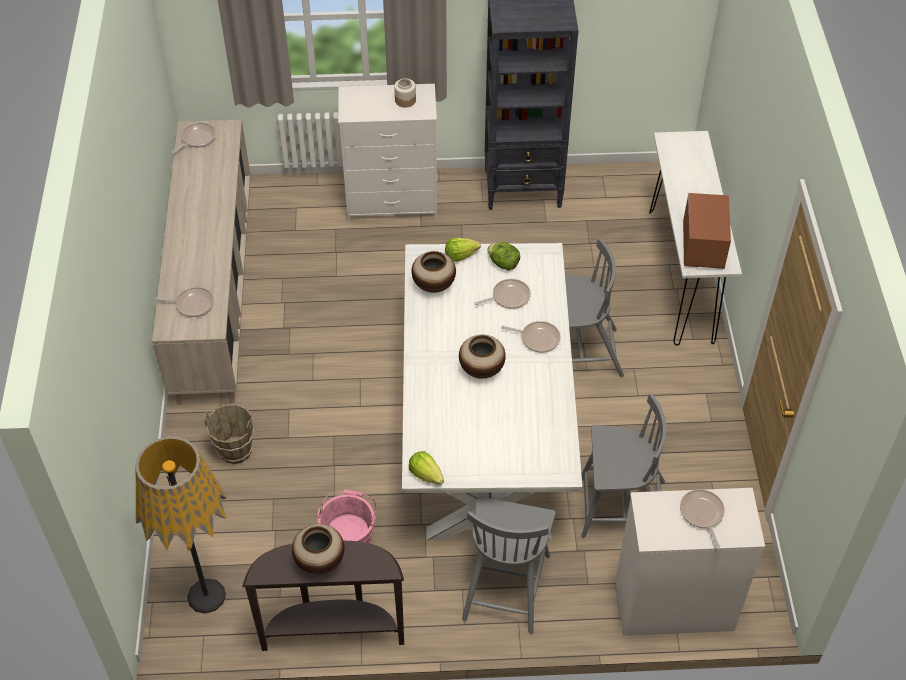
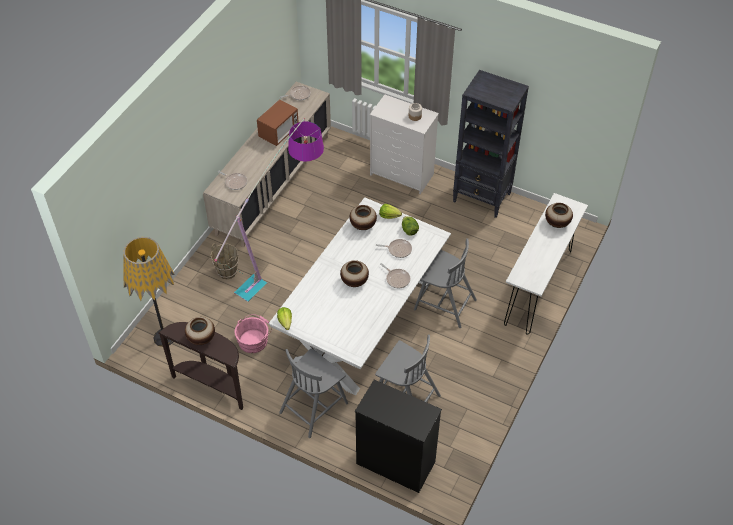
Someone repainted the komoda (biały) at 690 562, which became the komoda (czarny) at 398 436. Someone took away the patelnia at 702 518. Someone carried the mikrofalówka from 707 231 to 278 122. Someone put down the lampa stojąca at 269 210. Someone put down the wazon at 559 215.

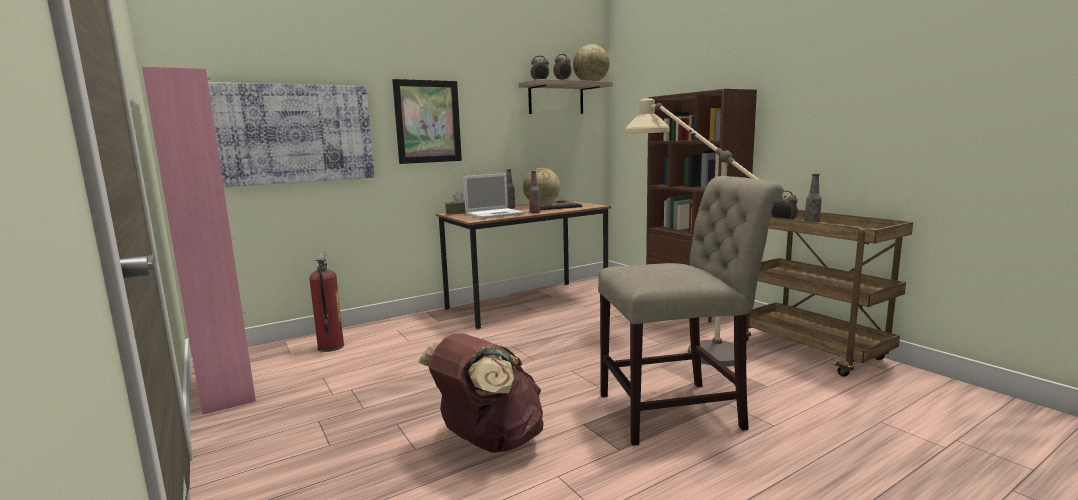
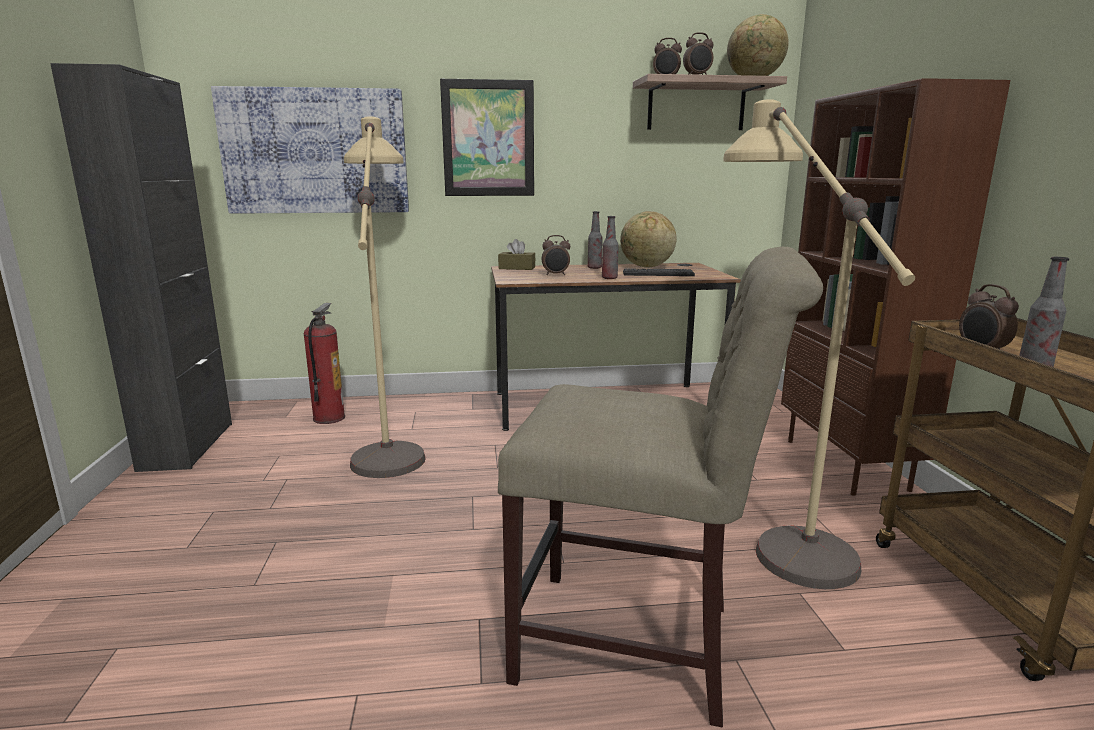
Someone repainted the szafka (różowy) at 199 240, which became the szafka (czarny) at 141 267. Someone took away the plecak (brązowy) at 481 393. Someone swapped the laptop at 494 196 for the budzik at 556 255. Someone put down the lampa stojąca (beżowy) at 385 297.

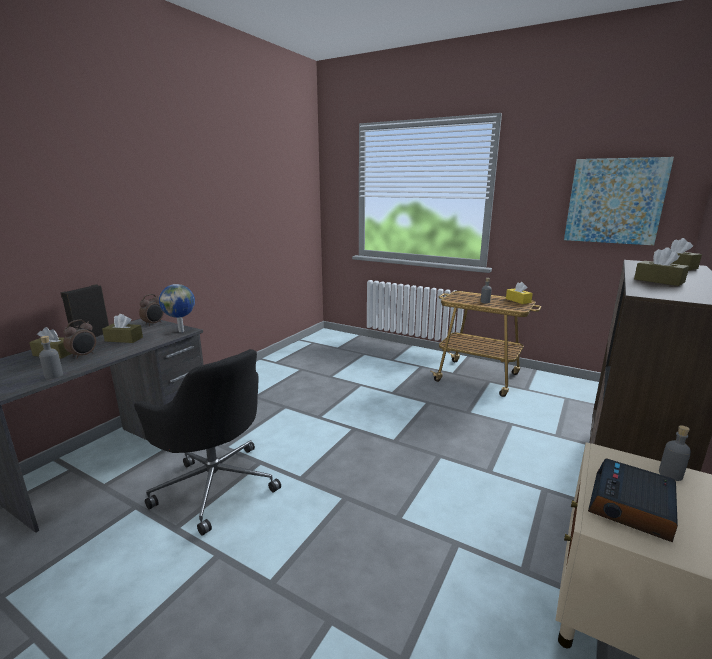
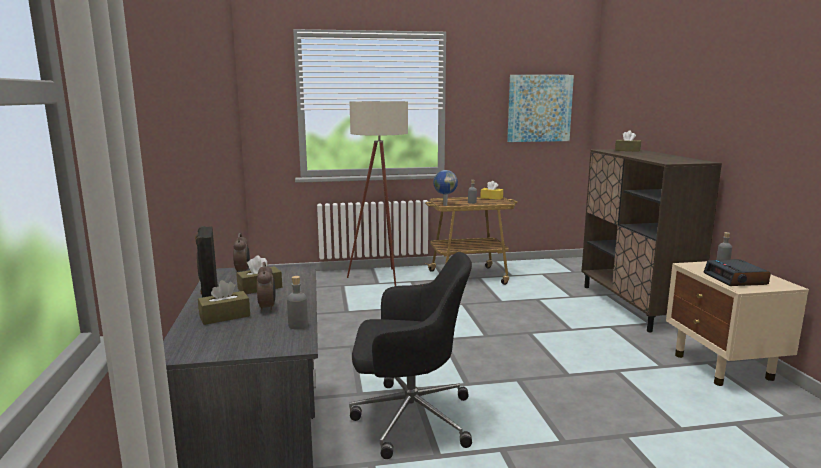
Someone carried the globus from 177 308 to 446 188. Someone took away the pudełko chusteczek (brązowy) at 661 266. Someone put down the lampa stojąca (beżowy) at 377 193.

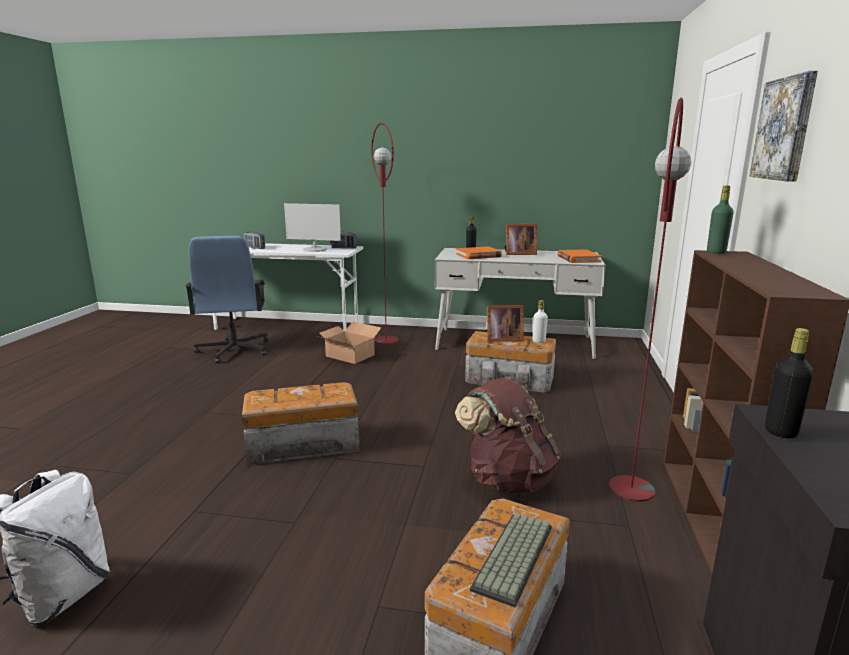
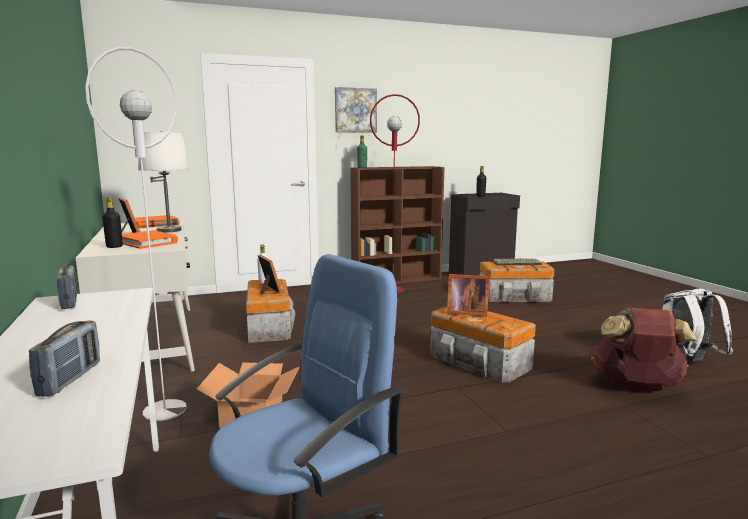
Someone took away the monitor at 312 227. Someone repainted the lampa stojąca (czerwony) at 385 233, which became the lampa stojąca (biały) at 136 234. Someone carried the plecak (brązowy) from 508 436 to 643 349. Someone put down the lampa stołowa (biały) at 163 181. Someone put down the ramka na zdjęcie at 468 295.

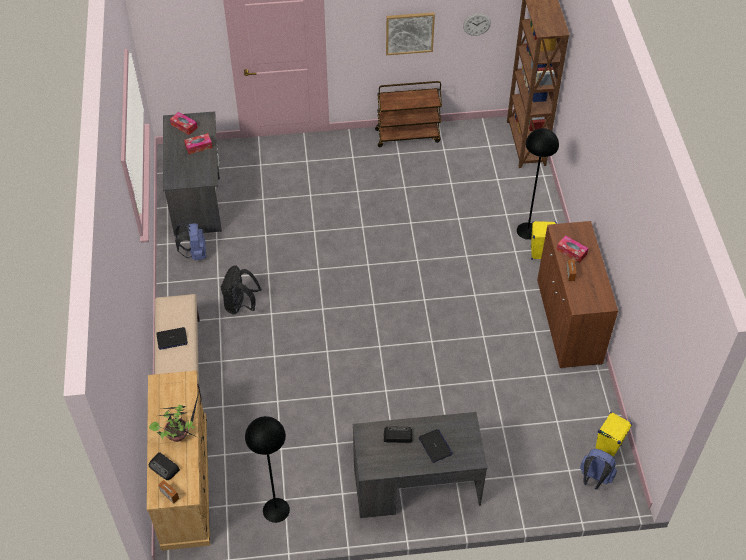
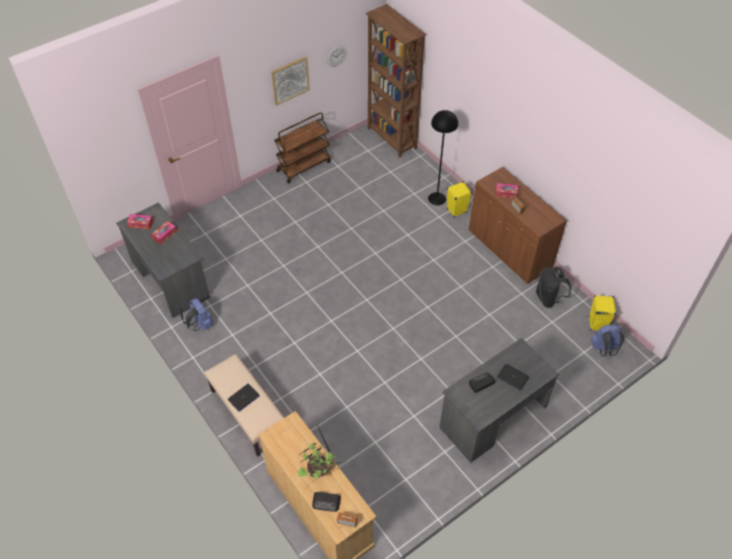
Someone carried the plecak (czarny) from 240 289 to 553 287. Someone took away the lampa stojąca (czarny) at 267 469.

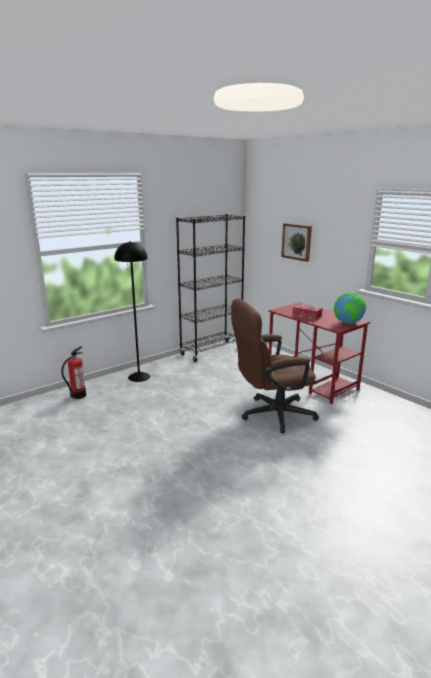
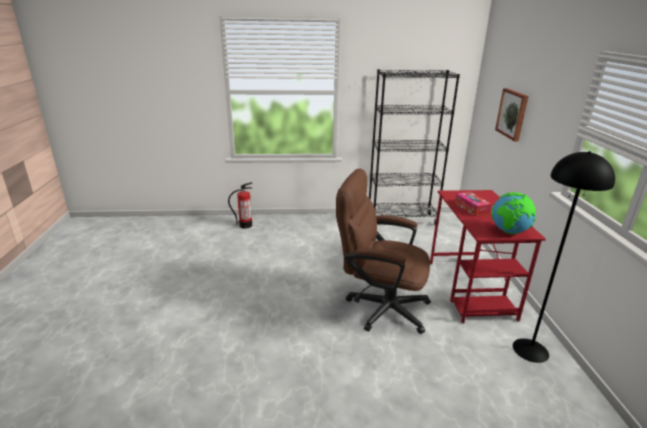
Someone carried the lampa stojąca (czarny) from 132 311 to 564 257.

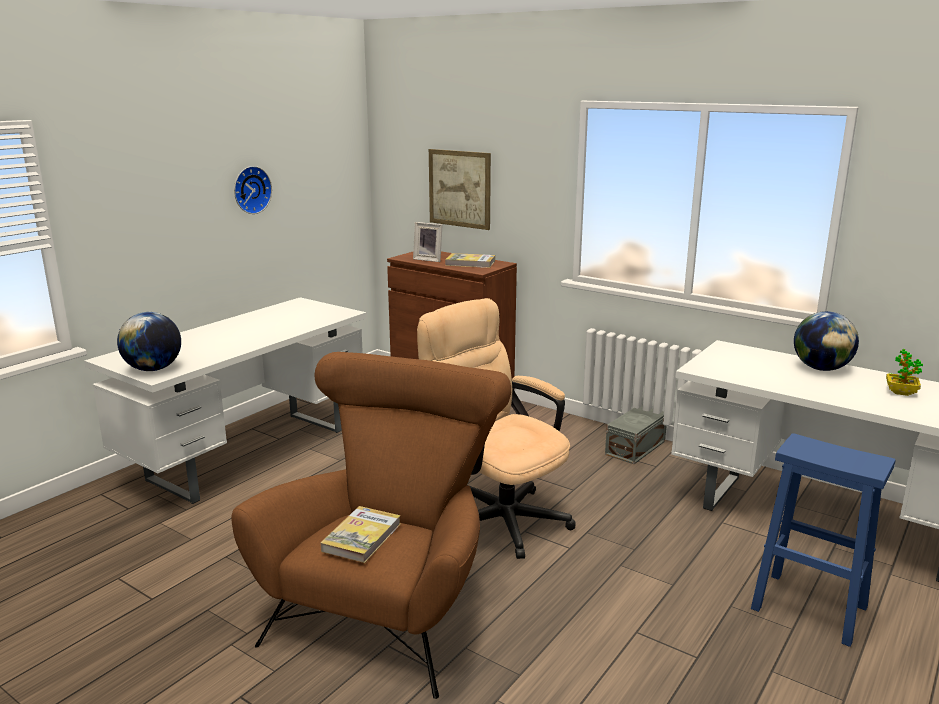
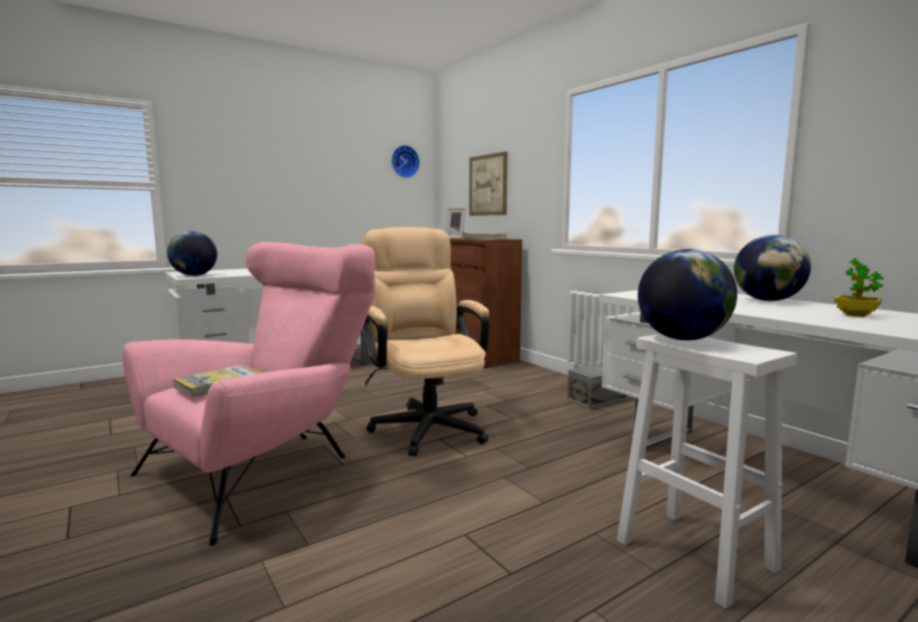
Someone repainted the fotel (brązowy) at 371 525, which became the fotel (różowy) at 249 394. Someone carried the zegar ścienny from 253 190 to 405 161. Someone repainted the stołek (niebieski) at 823 540, which became the stołek (biały) at 707 471. Someone put down the globus at 687 294.

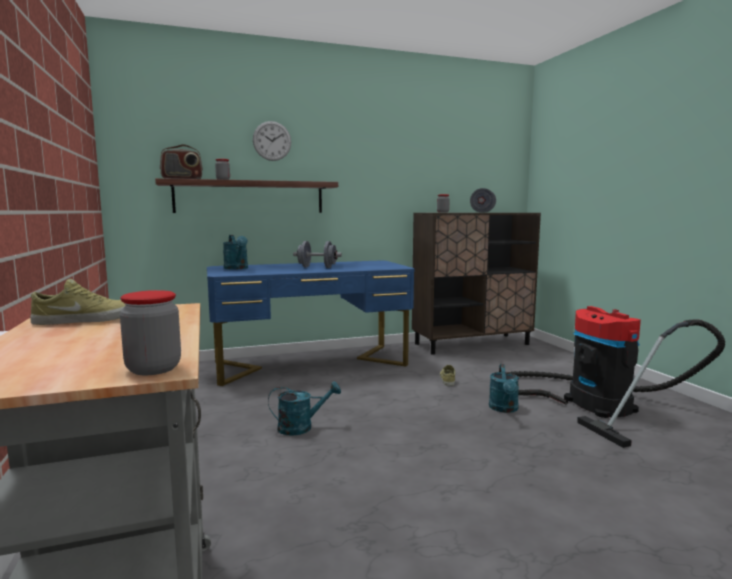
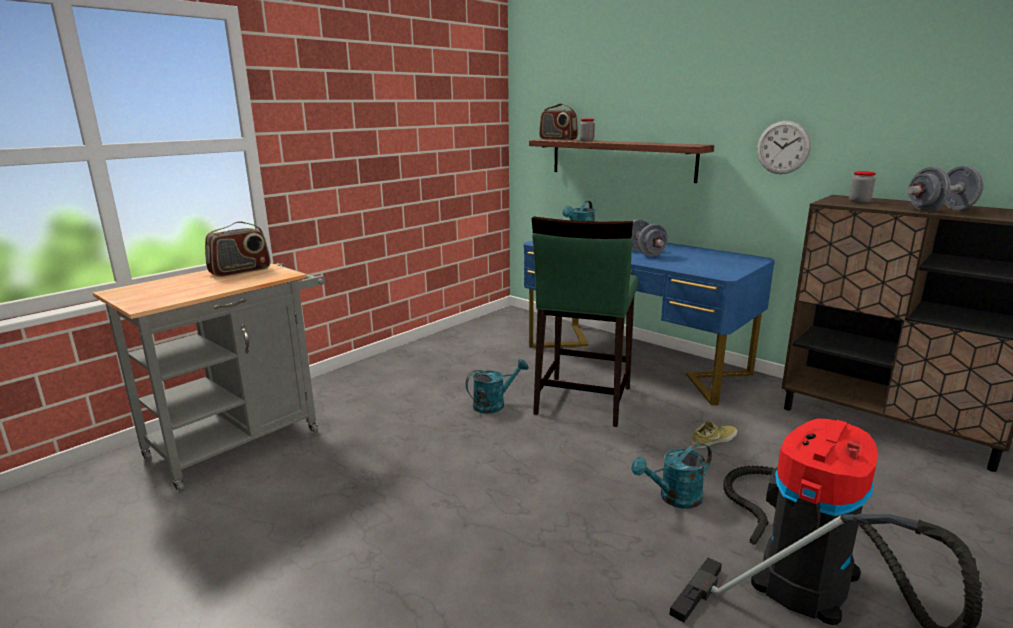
Someone swapped the but (beżowy) at 78 302 for the radio at 238 249. Someone took away the słoik at 150 332. Someone carried the zegar ścienny from 272 141 to 784 147. Someone rotated the konewka (turkusowy) at 304 409 by 75 degrees counterclockwise. Someone put down the stołek (zielony) at 585 321.

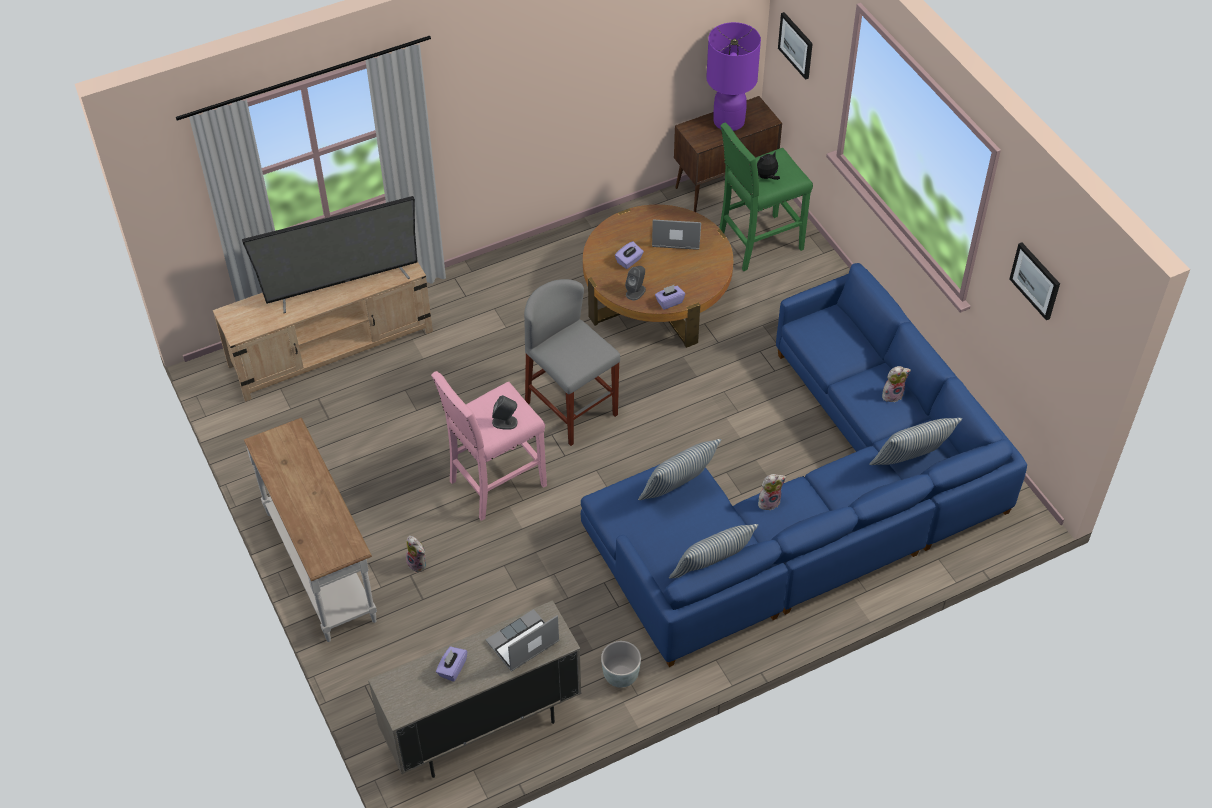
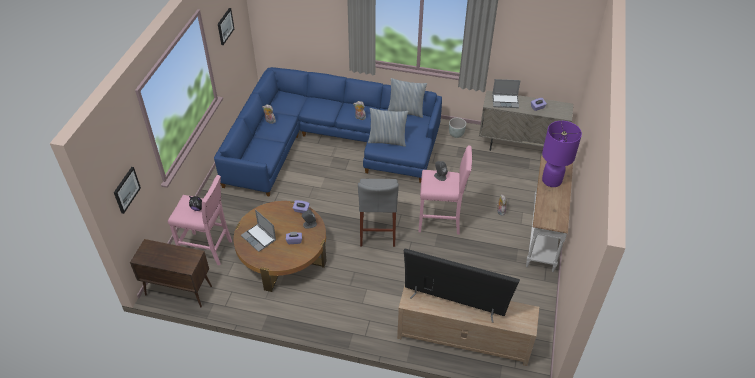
Someone carried the lampa stołowa (fioletowy) from 733 76 to 562 154. Someone repainted the stołek (zielony) at 766 197, which became the stołek (różowy) at 200 220. Someone took away the poduszka at 915 441.

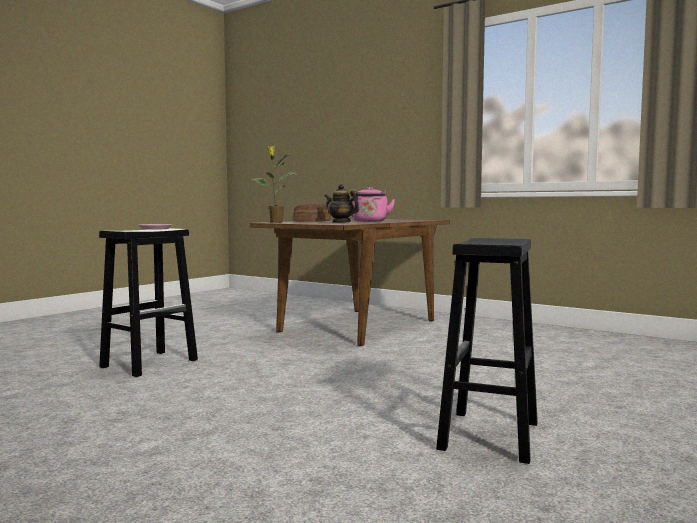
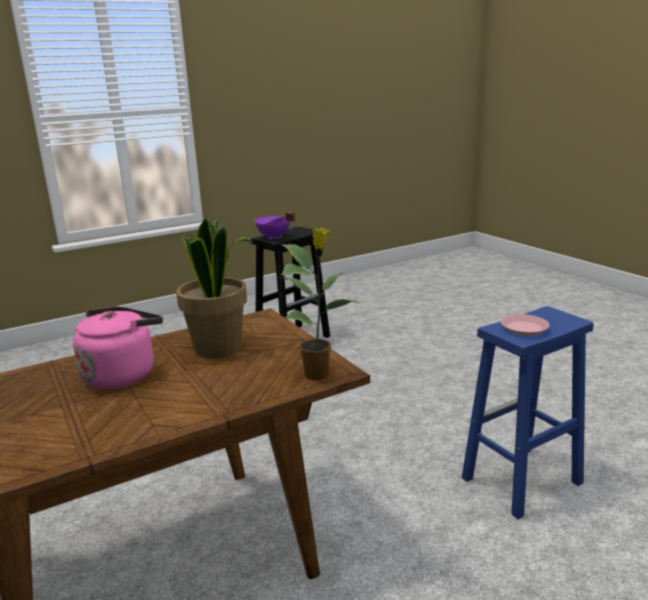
Someone repainted the stołek (czarny) at 148 302, which became the stołek (niebieski) at 528 412. Someone took away the chleb at 312 212. Someone swapped the imbryk at 342 203 for the roślina doniczkowa at 214 288. Someone put down the garnek (fioletowy) at 275 225.

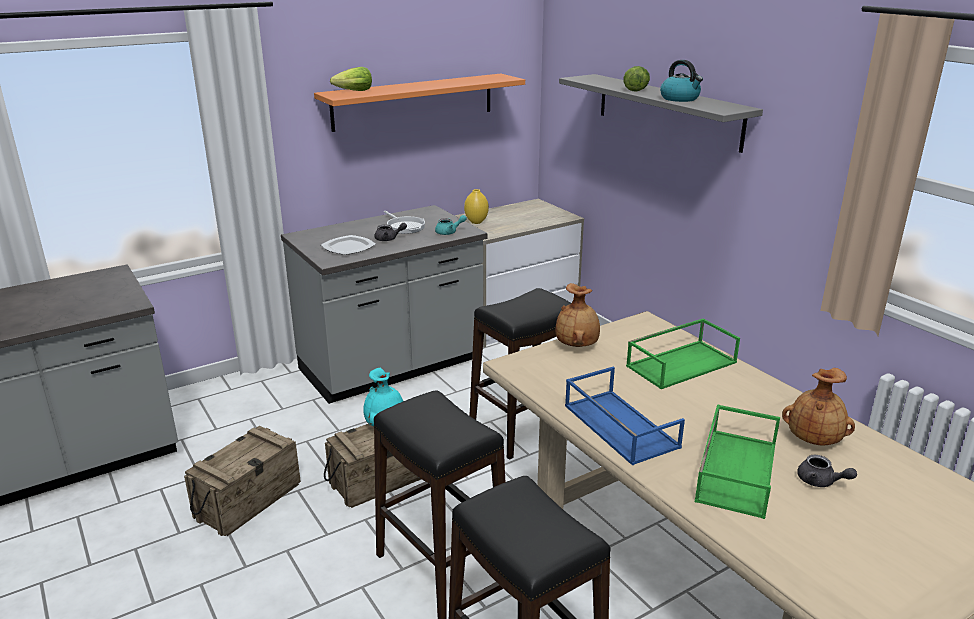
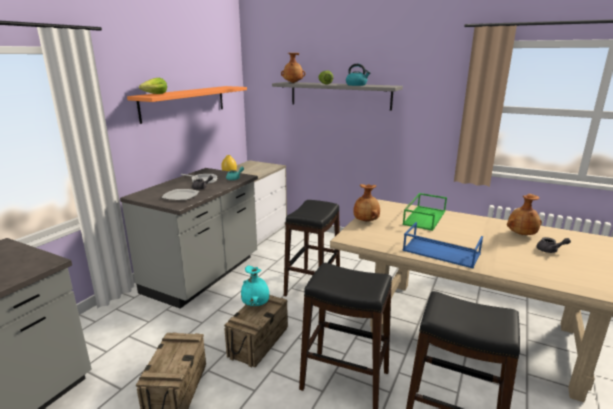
Someone took away the taca (zielony) at 737 461. Someone put down the wazon (brązowy) at 293 68.

